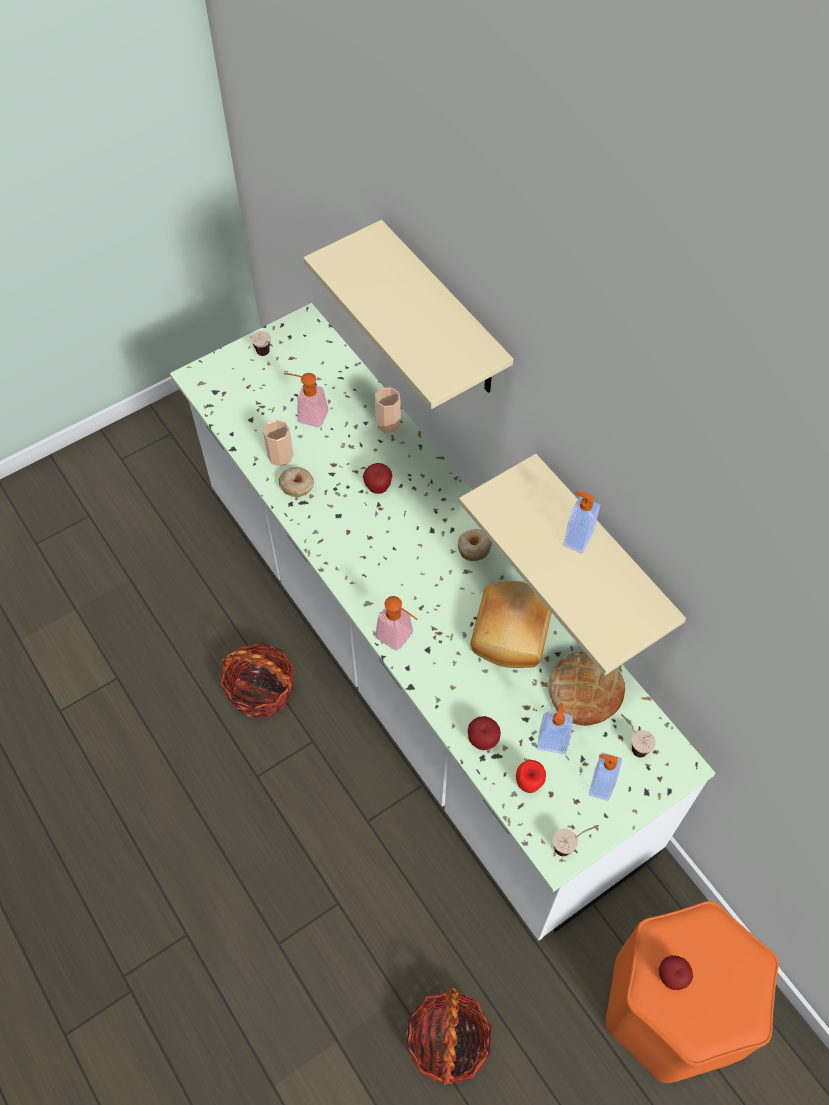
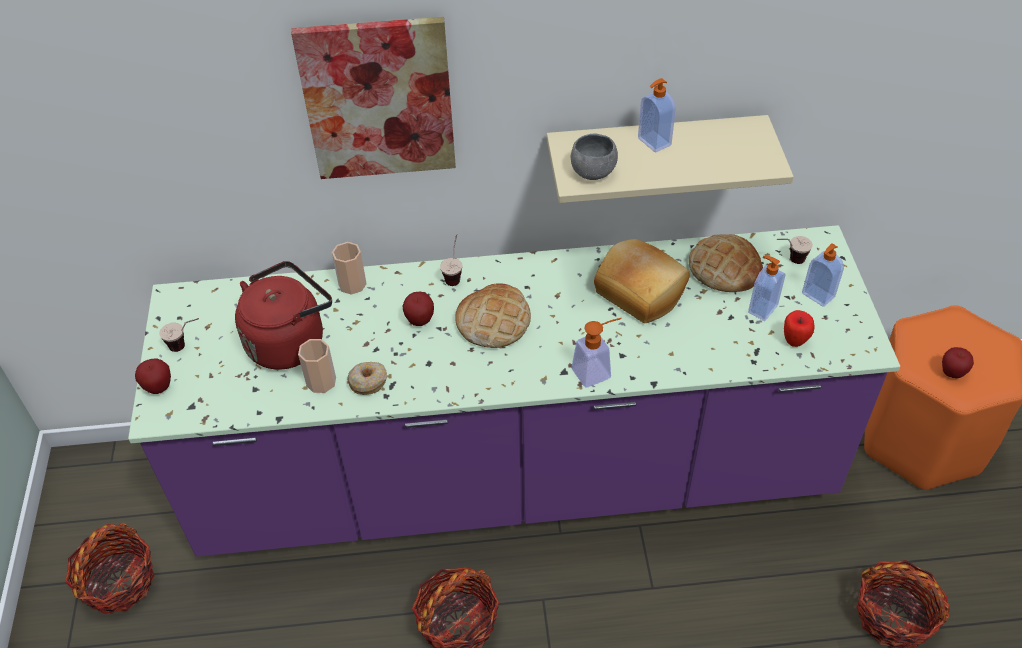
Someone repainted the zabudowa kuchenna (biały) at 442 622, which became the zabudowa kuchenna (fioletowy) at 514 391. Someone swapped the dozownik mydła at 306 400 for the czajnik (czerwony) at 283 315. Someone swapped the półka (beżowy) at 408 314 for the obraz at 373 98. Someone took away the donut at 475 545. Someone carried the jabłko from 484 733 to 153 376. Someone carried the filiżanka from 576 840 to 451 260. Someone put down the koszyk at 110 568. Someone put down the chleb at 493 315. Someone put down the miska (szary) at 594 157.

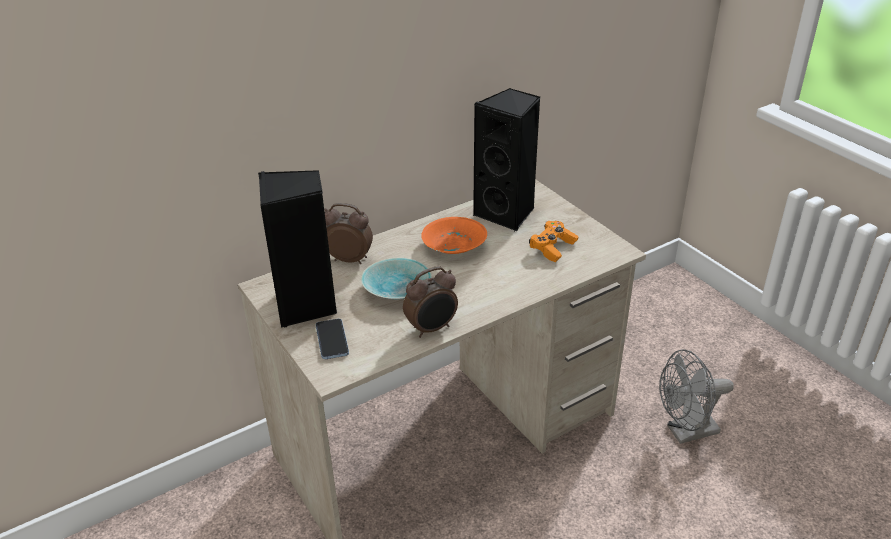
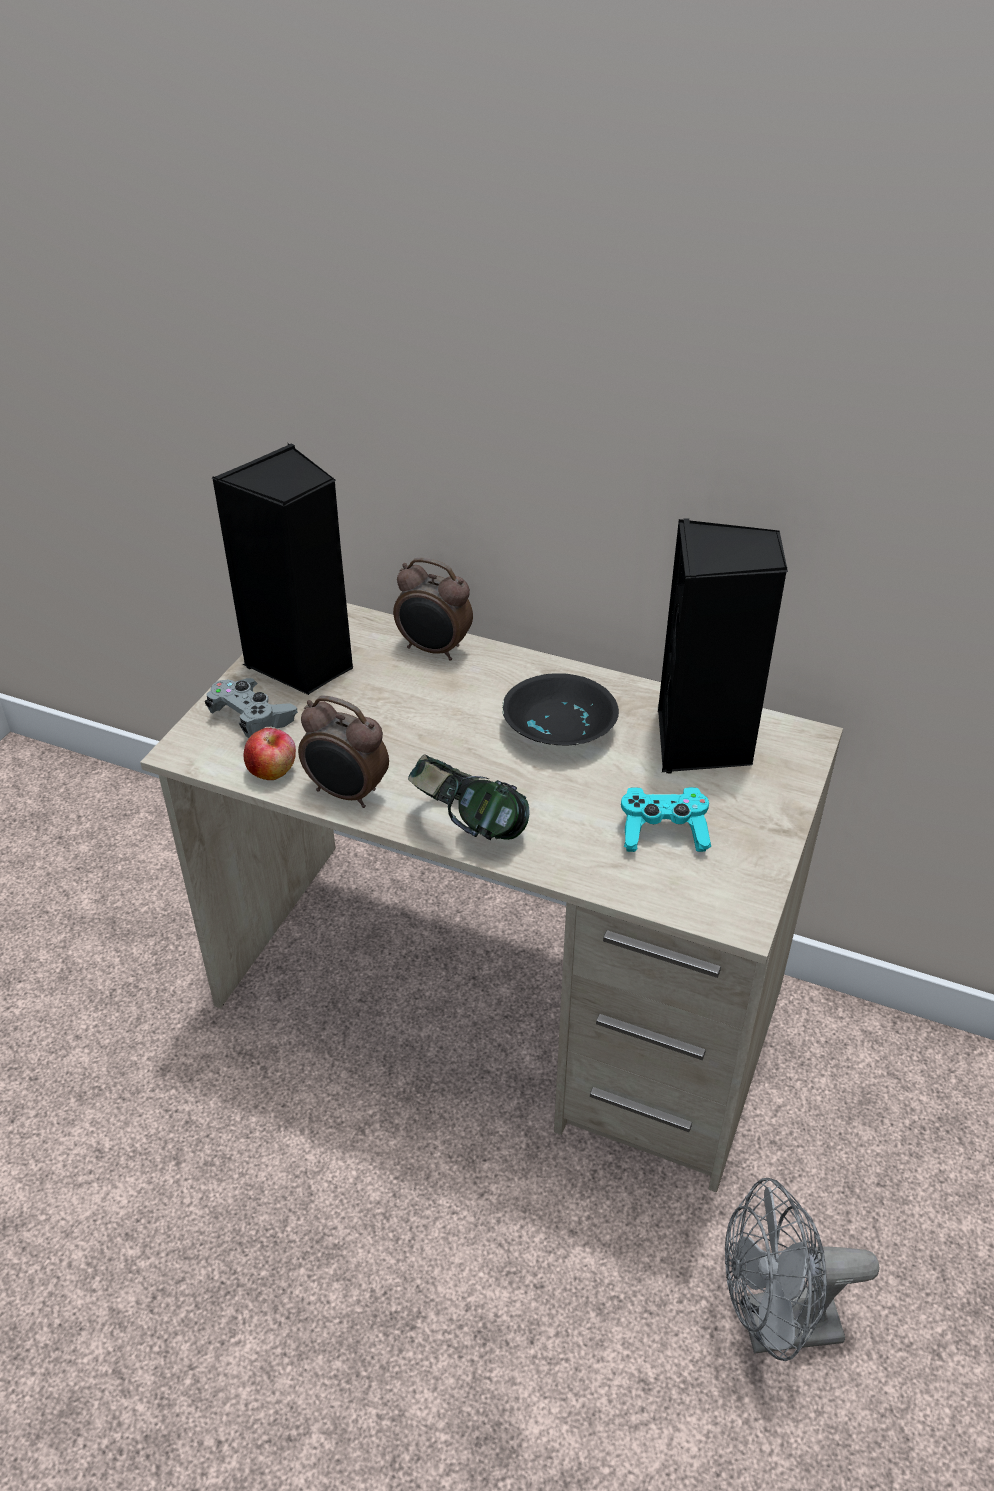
Someone swapped the telefon at 332 339 for the pad do gier (szary) at 251 708. Someone rotated the budzik at 348 233 by 135 degrees clockwise. Someone took away the miska (turkusowy) at 396 278. Someone repainted the miska (pomarańczowy) at 454 235, which became the miska (czarny) at 560 709. Someone repainted the pad do gier (pomarańczowy) at 553 241, which became the pad do gier (turkusowy) at 666 819. Someone rotated the wentylator (szary) at 696 396 by 45 degrees counterclockwise. Someone put down the jabłko at 270 754. Someone put down the słuchawki at 469 797.

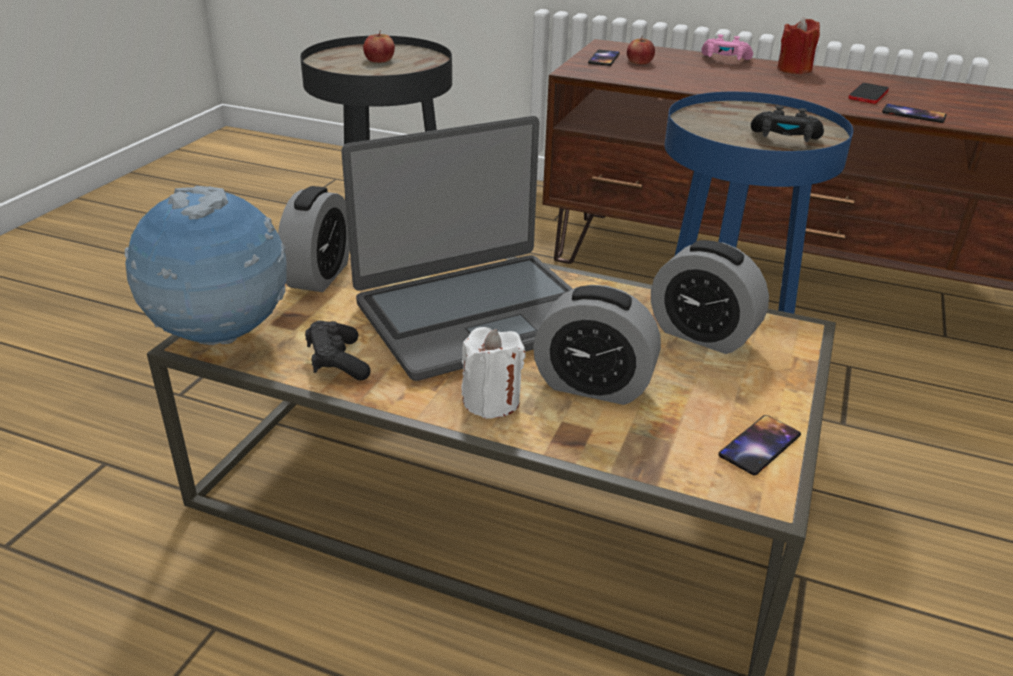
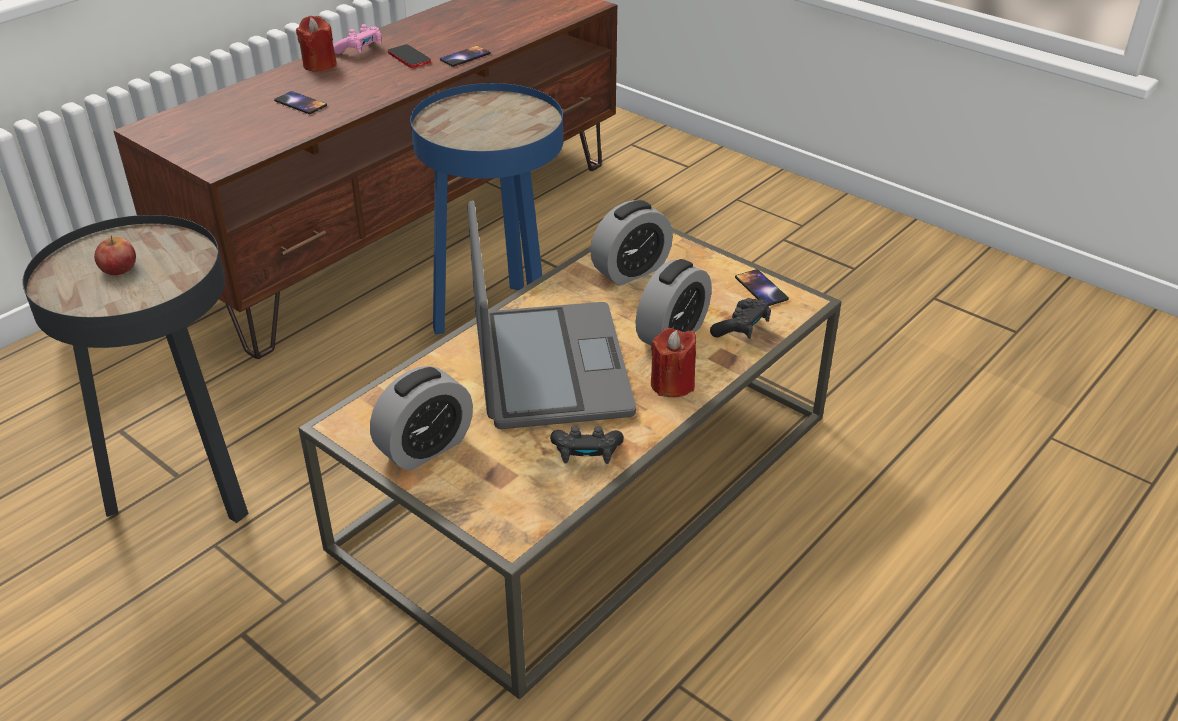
Someone took away the globus at 206 265. Someone rotated the budzik at 314 239 by 105 degrees clockwise. Someone repainted the świeca (biały) at 493 373, which became the świeca (czerwony) at 673 362. Someone carried the telefon from 604 58 to 300 102. Someone took away the jabłko at 641 51. Someone carried the pad do gier (różowy) from 727 47 to 357 39. Someone carried the pad do gier (czarny) from 787 123 to 740 318.

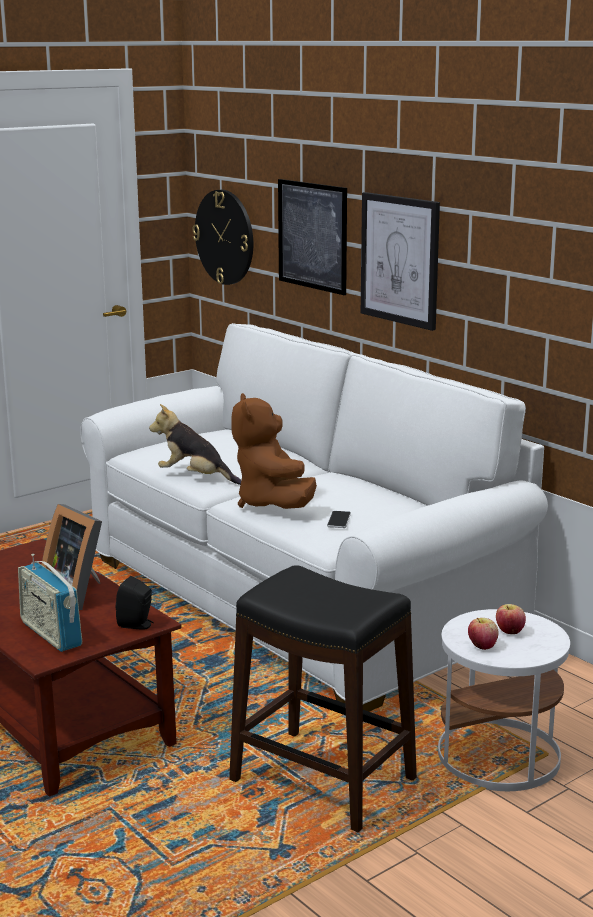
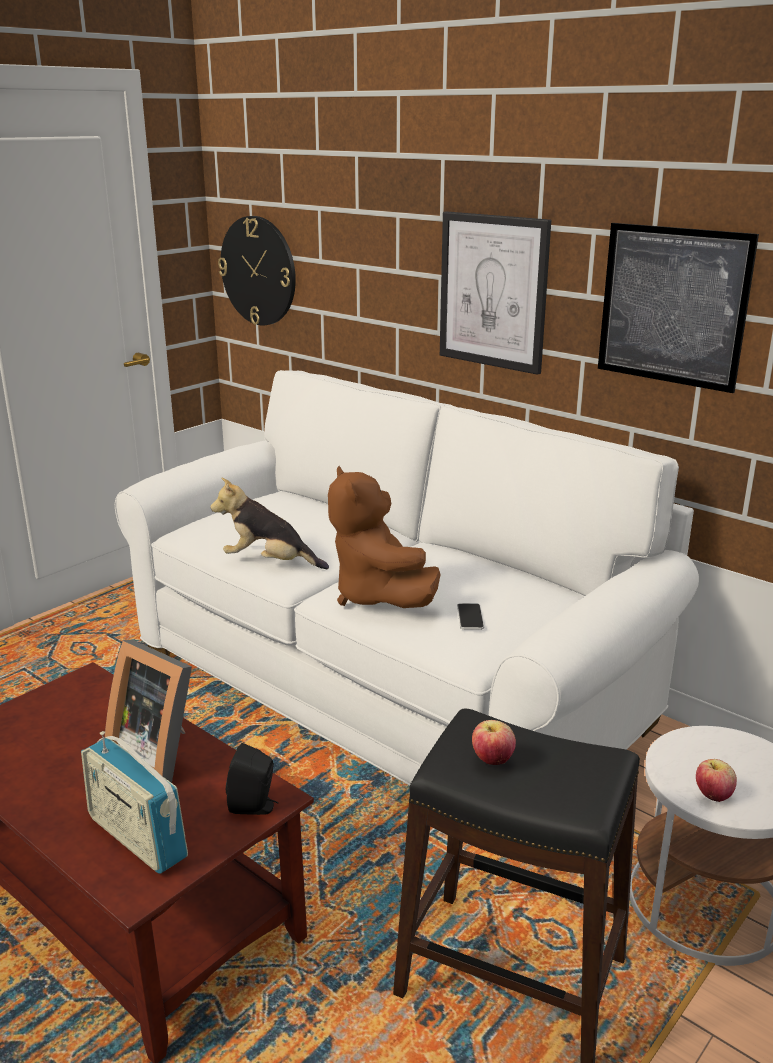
Someone carried the obraz from 312 237 to 678 308. Someone carried the jabłko from 511 619 to 494 742.

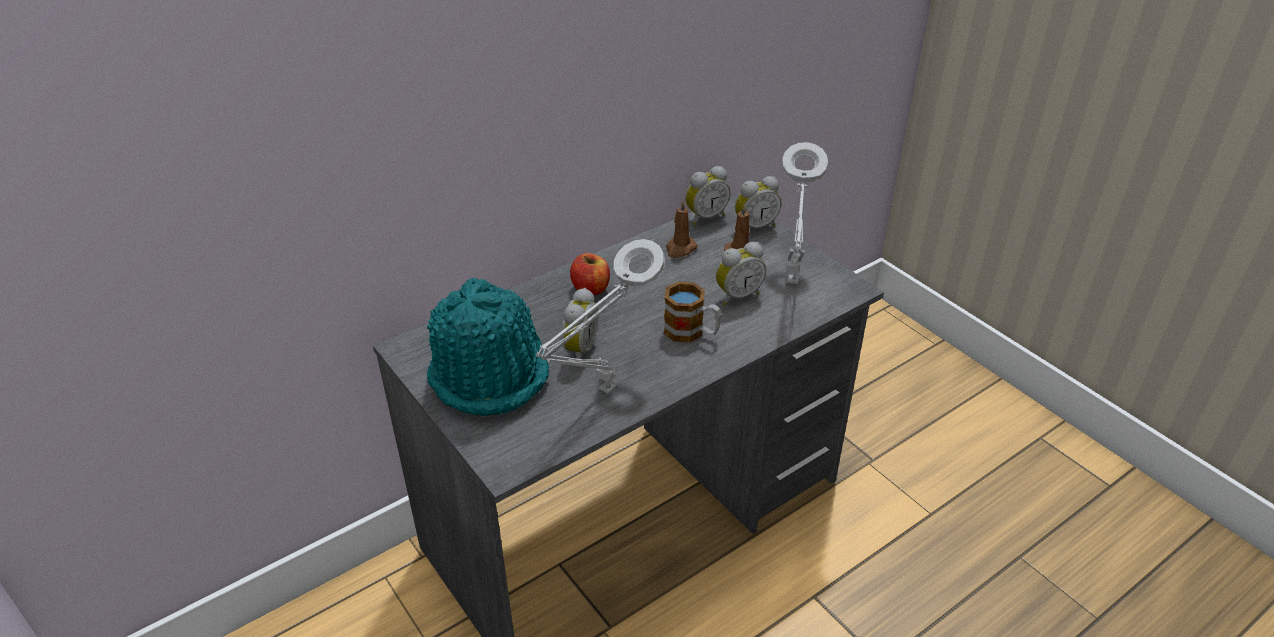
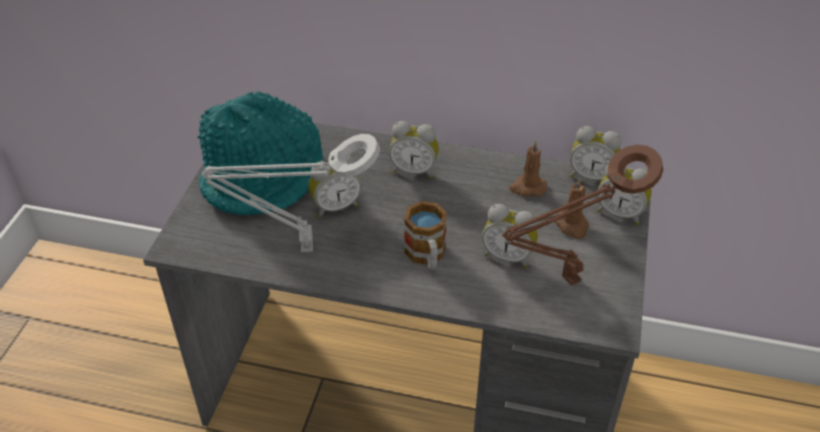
Someone swapped the jabłko at 590 274 for the budzik at 414 149. Someone repainted the lampa stołowa (szary) at 805 213, which became the lampa stołowa (brązowy) at 582 215.

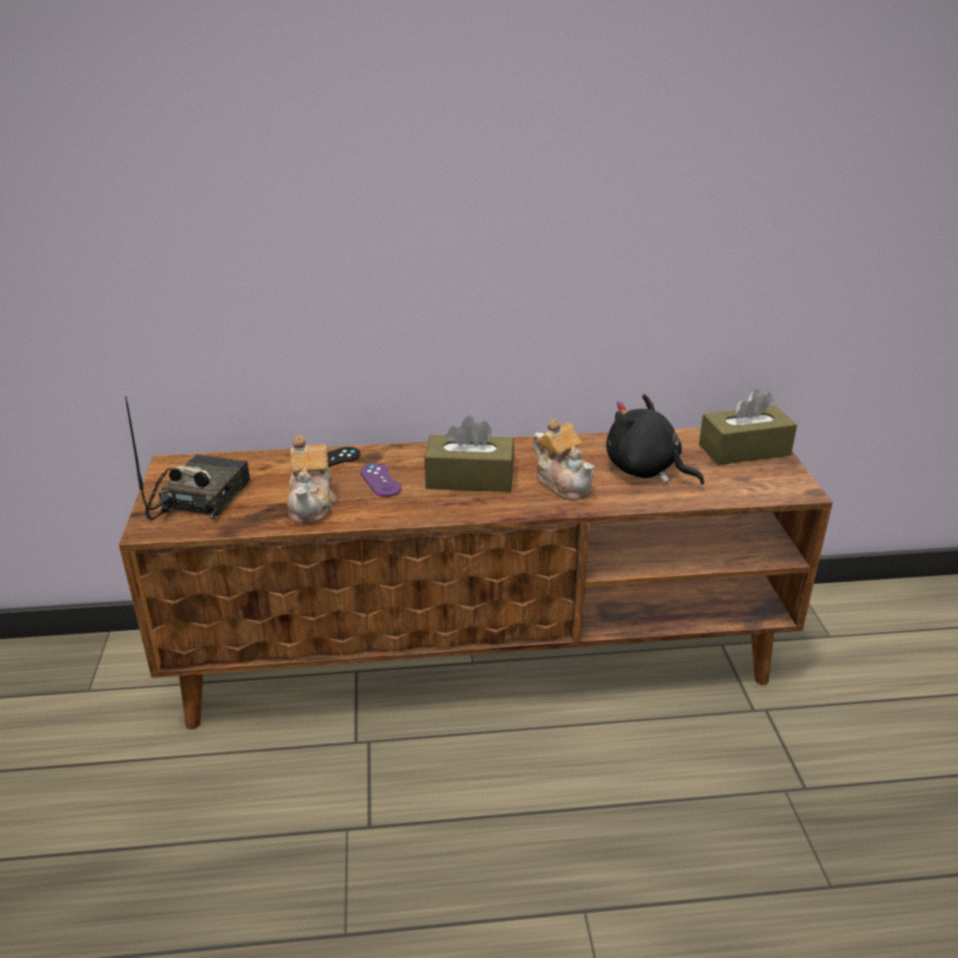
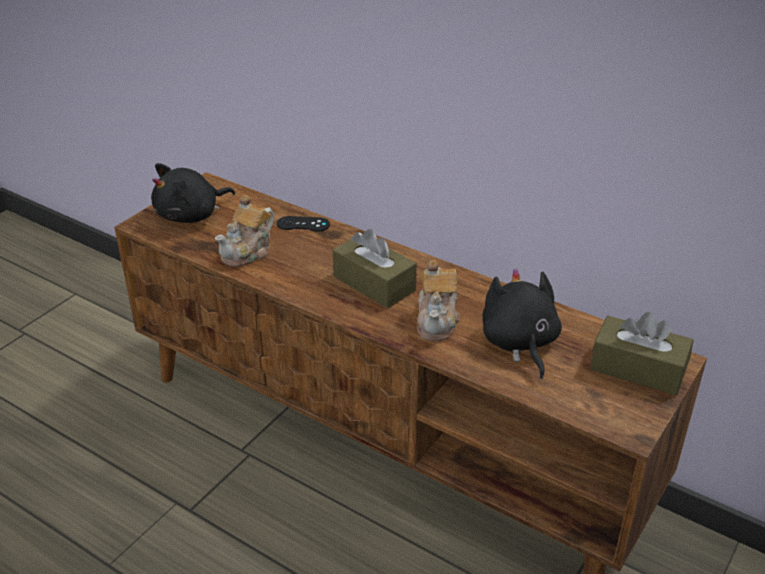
Someone swapped the radio at 187 458 for the pluszak (czarny) at 193 193. Someone took away the pad do gier (fioletowy) at 381 480.

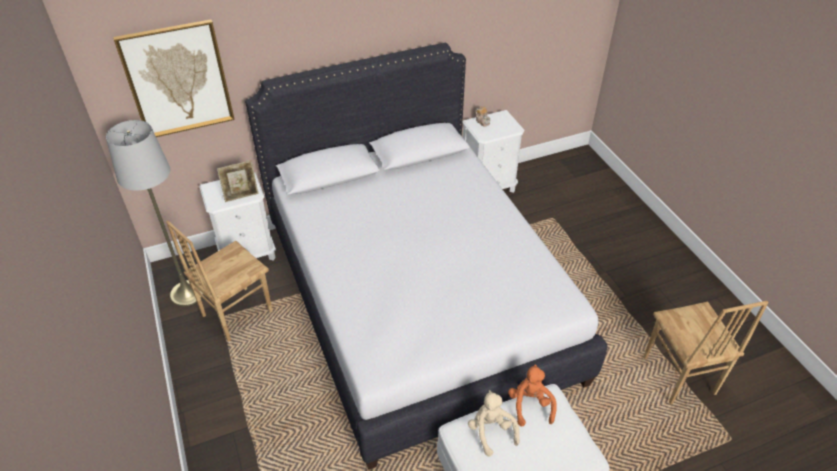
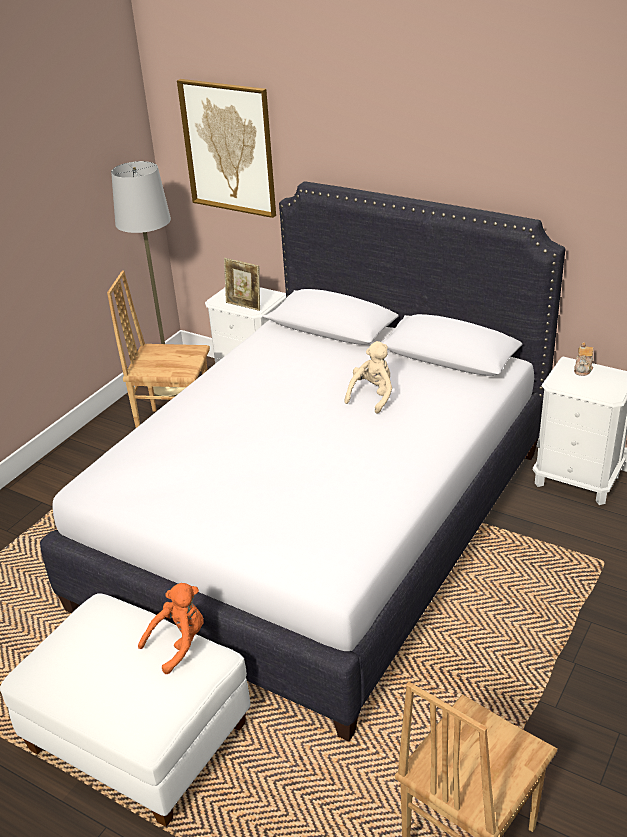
Someone carried the pluszak (beżowy) from 494 423 to 368 377.

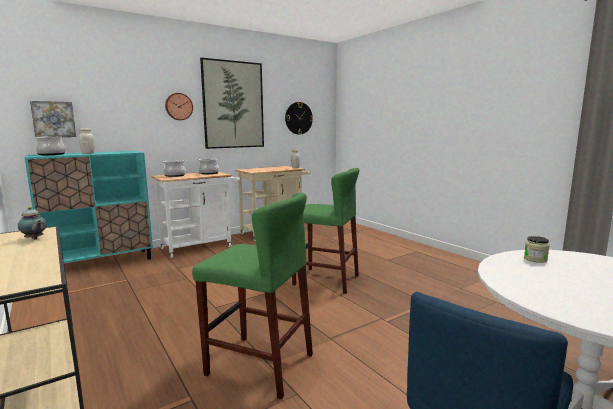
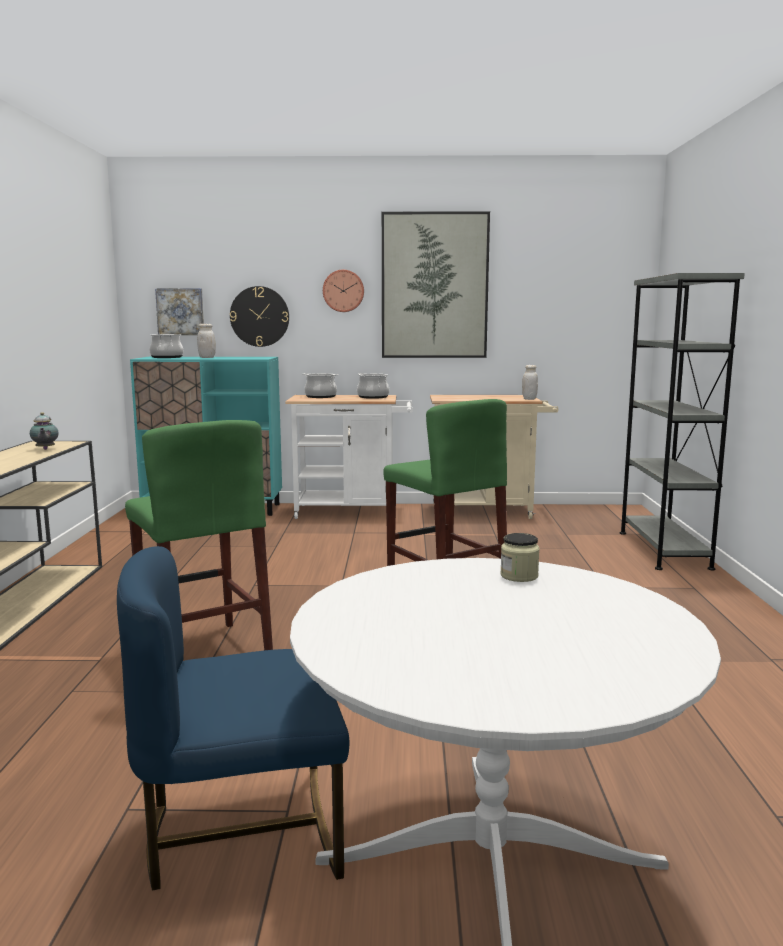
Someone carried the zegar ścienny from 299 118 to 259 316. Someone put down the regał (szary) at 682 422.

